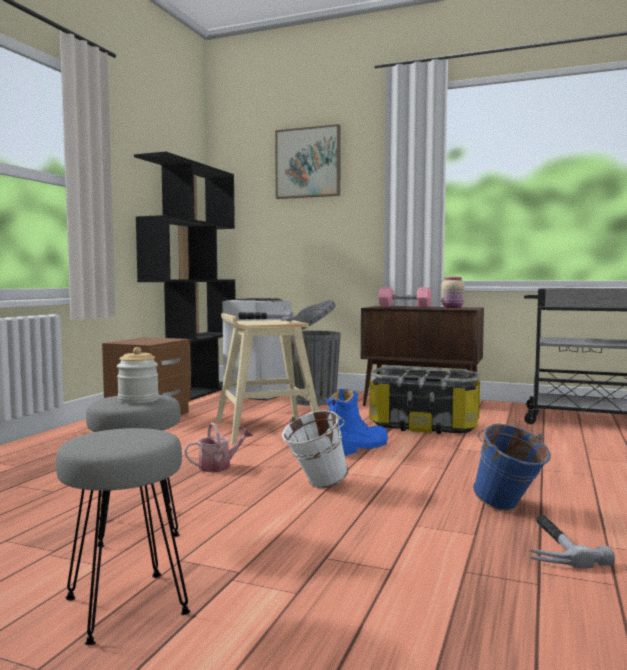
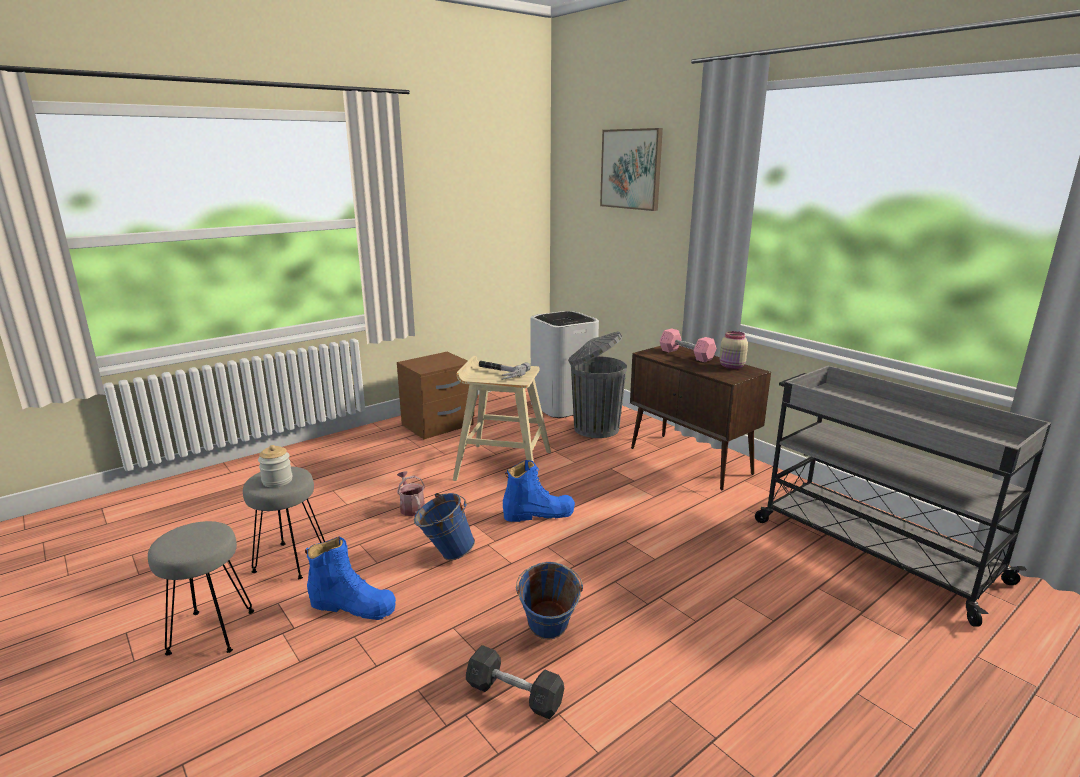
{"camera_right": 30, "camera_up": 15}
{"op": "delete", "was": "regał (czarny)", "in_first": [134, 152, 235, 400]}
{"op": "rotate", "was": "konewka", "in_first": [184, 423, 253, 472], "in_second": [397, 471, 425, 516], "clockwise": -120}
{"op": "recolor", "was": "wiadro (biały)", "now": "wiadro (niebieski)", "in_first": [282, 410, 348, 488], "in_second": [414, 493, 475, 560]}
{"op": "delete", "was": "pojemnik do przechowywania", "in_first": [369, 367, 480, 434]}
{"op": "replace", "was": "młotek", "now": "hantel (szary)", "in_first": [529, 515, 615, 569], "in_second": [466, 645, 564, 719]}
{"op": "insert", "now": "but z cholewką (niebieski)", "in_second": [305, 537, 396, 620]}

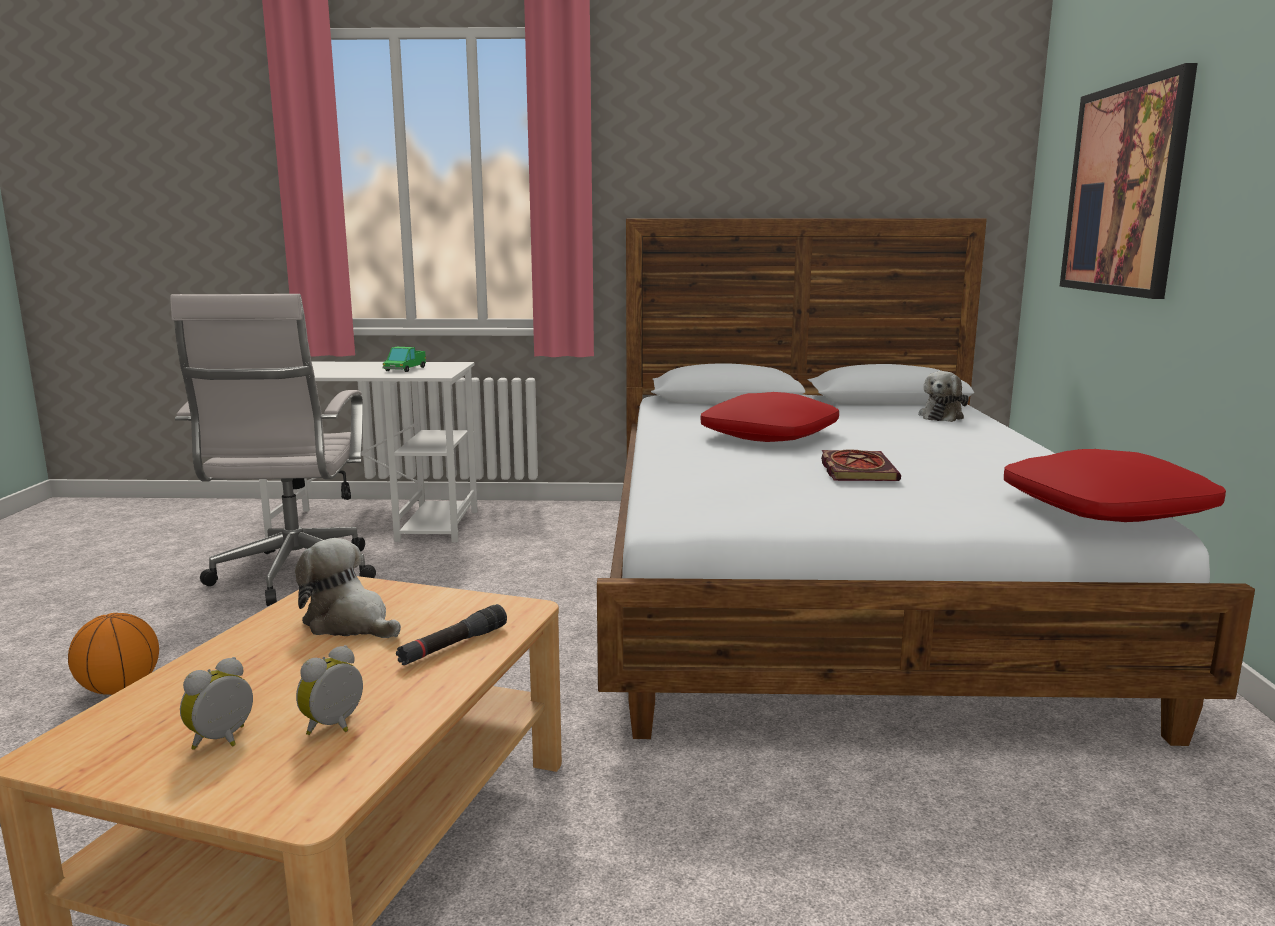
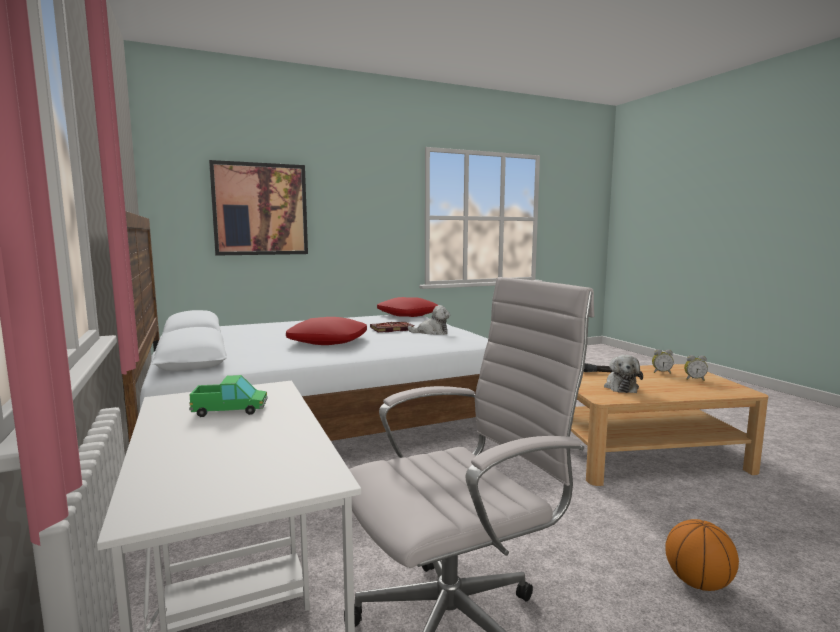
{"camera_right": -115, "camera_up": -5}
{"op": "move", "was": "pluszak", "in_first": [918, 371, 969, 422], "in_second": [408, 305, 450, 335]}

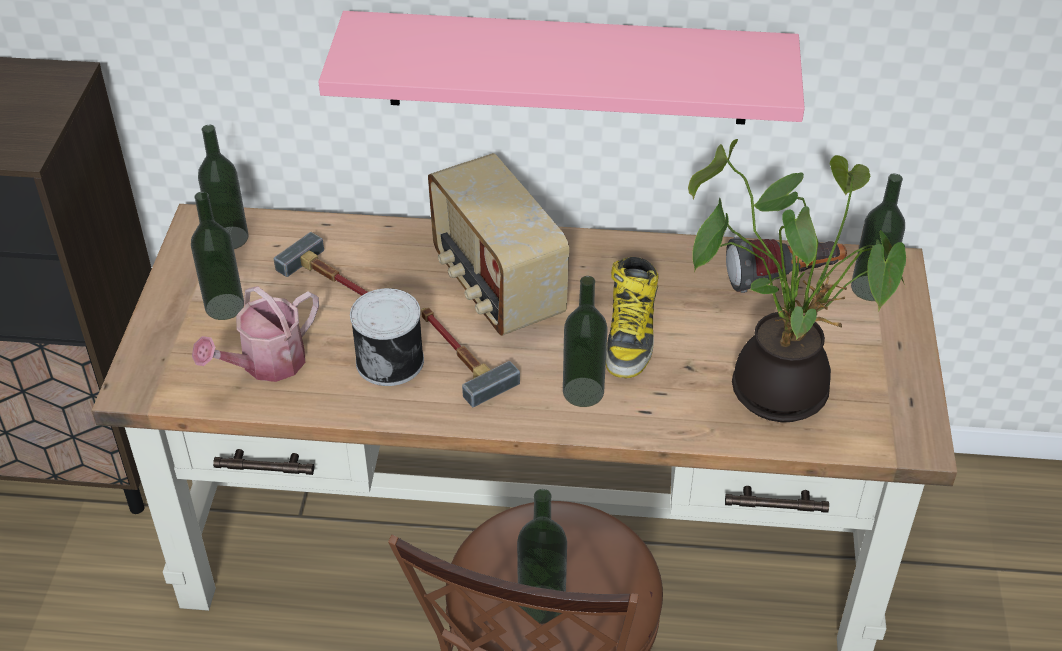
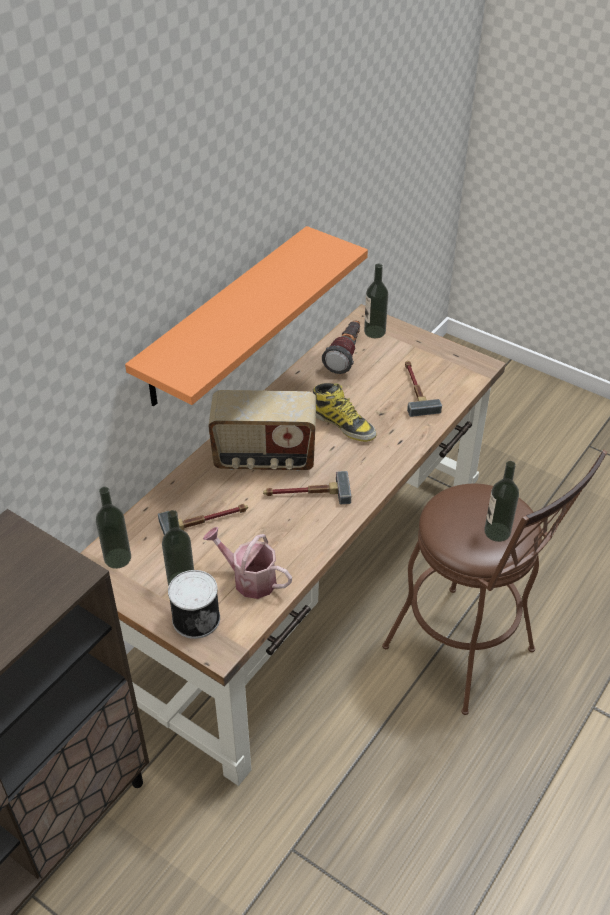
{"camera_right": -60, "camera_up": 0}
{"op": "rotate", "was": "konewka", "in_first": [192, 286, 319, 382], "in_second": [203, 527, 292, 599], "clockwise": 135}
{"op": "recolor", "was": "półka (różowy)", "now": "półka (pomarańczowy)", "in_first": [319, 11, 805, 125], "in_second": [125, 226, 368, 407]}
{"op": "move", "was": "puszka", "in_first": [350, 288, 424, 386], "in_second": [168, 570, 220, 639]}
{"op": "delete", "was": "butelka", "in_first": [563, 276, 608, 407]}
{"op": "replace", "was": "roślina doniczkowa", "now": "młotek", "in_first": [688, 139, 906, 422], "in_second": [405, 361, 442, 417]}

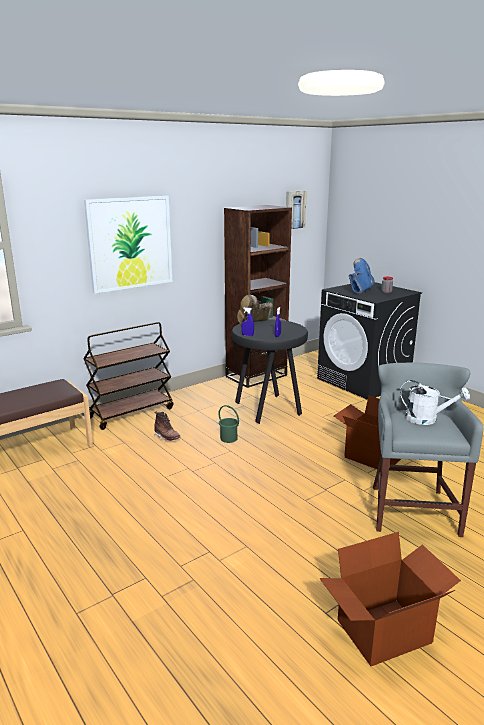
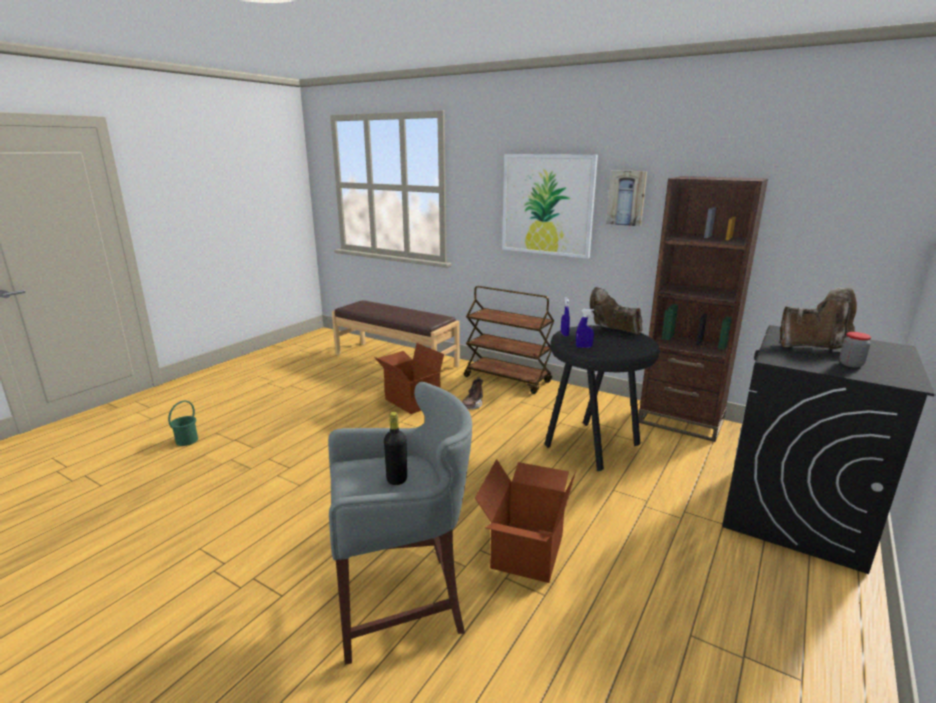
{"camera_right": 70, "camera_up": 0}
{"op": "move", "was": "wiadro (zielony)", "in_first": [219, 405, 239, 443], "in_second": [168, 400, 198, 446]}
{"op": "move", "was": "obraz", "in_first": [286, 190, 307, 229], "in_second": [606, 170, 647, 226]}
{"op": "move", "was": "karton", "in_first": [319, 532, 461, 666], "in_second": [375, 343, 449, 414]}
{"op": "recolor", "was": "but z cholewką (niebieski)", "now": "but z cholewką (brązowy)", "in_first": [349, 258, 375, 295], "in_second": [780, 287, 857, 349]}
{"op": "replace", "was": "konewka (biały)", "now": "butelka (czarny)", "in_first": [400, 380, 470, 425], "in_second": [384, 412, 407, 485]}

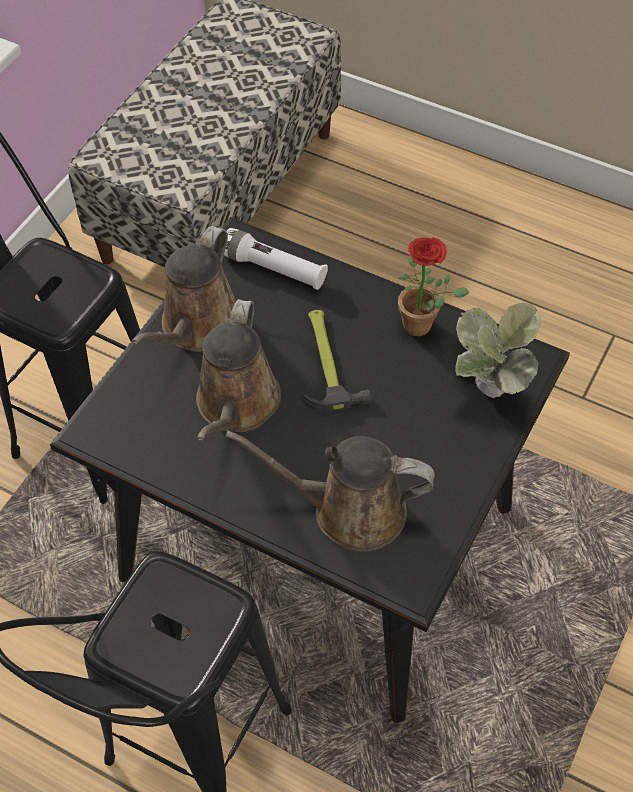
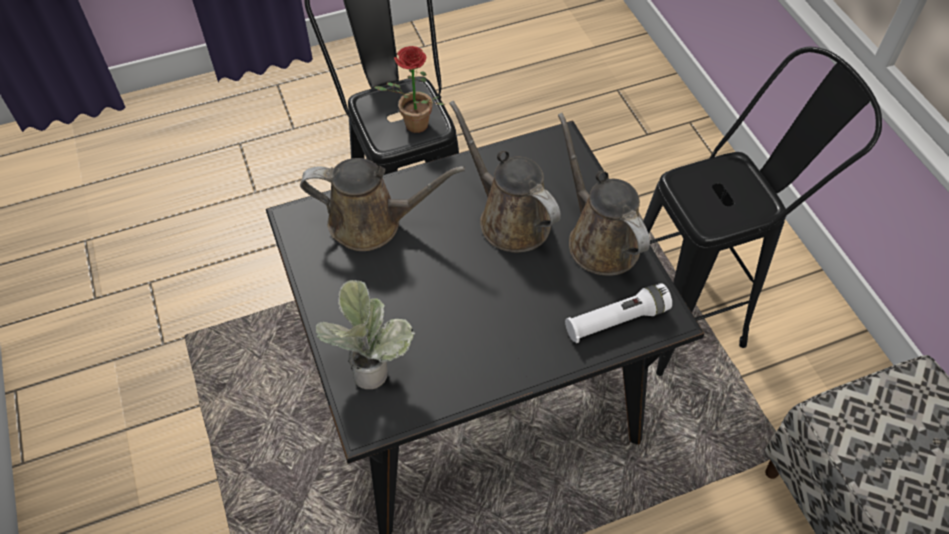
{"camera_right": 130, "camera_up": 0}
{"op": "rotate", "was": "konewka (brązowy)", "in_first": [225, 430, 435, 552], "in_second": [300, 158, 465, 251], "clockwise": 45}
{"op": "delete", "was": "młotek", "in_first": [303, 310, 371, 412]}
{"op": "move", "was": "roślina doniczkowa", "in_first": [397, 237, 469, 336], "in_second": [374, 46, 445, 133]}

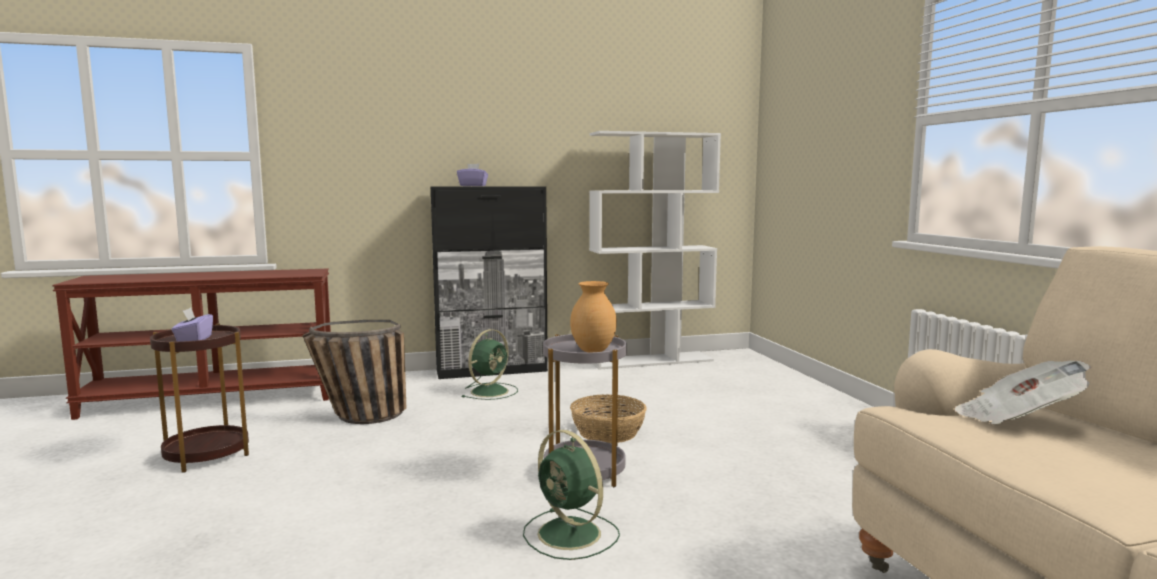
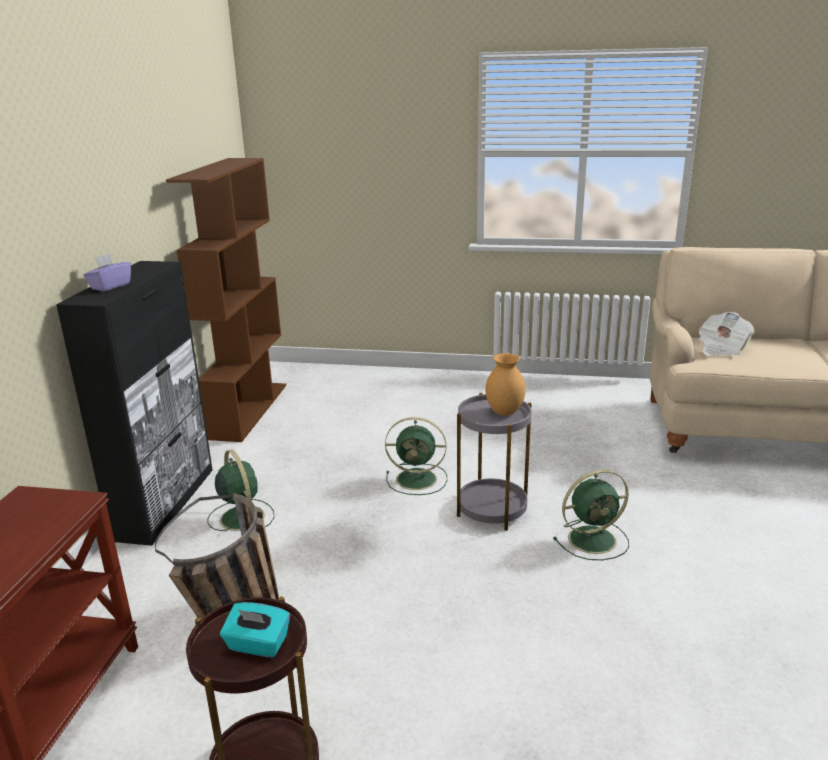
{"camera_right": -65, "camera_up": 15}
{"op": "recolor", "was": "pudełko chusteczek (fioletowy)", "now": "pudełko chusteczek (turkusowy)", "in_first": [171, 308, 213, 342], "in_second": [220, 602, 290, 658]}
{"op": "replace", "was": "koszyk", "now": "wentylator (zielony)", "in_first": [570, 395, 647, 443], "in_second": [385, 417, 447, 495]}
{"op": "recolor", "was": "regał (biały)", "now": "regał (brązowy)", "in_first": [589, 131, 721, 370], "in_second": [166, 158, 286, 442]}

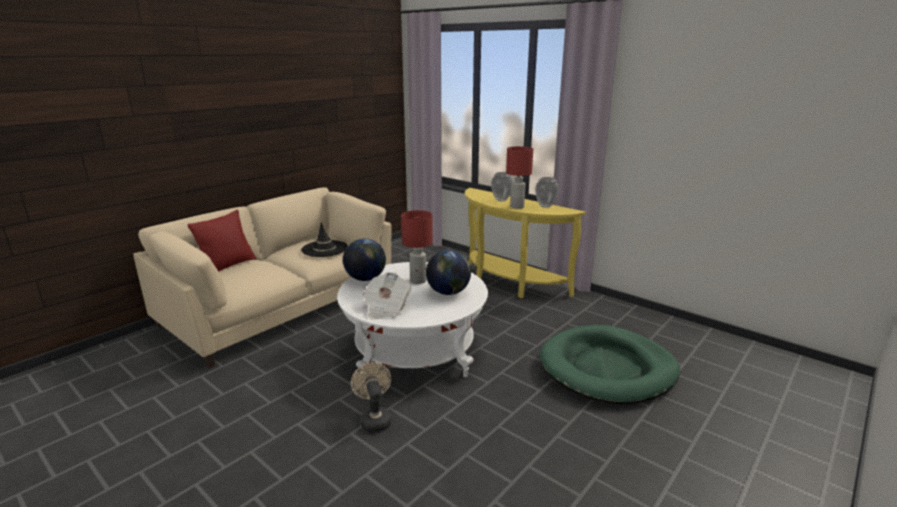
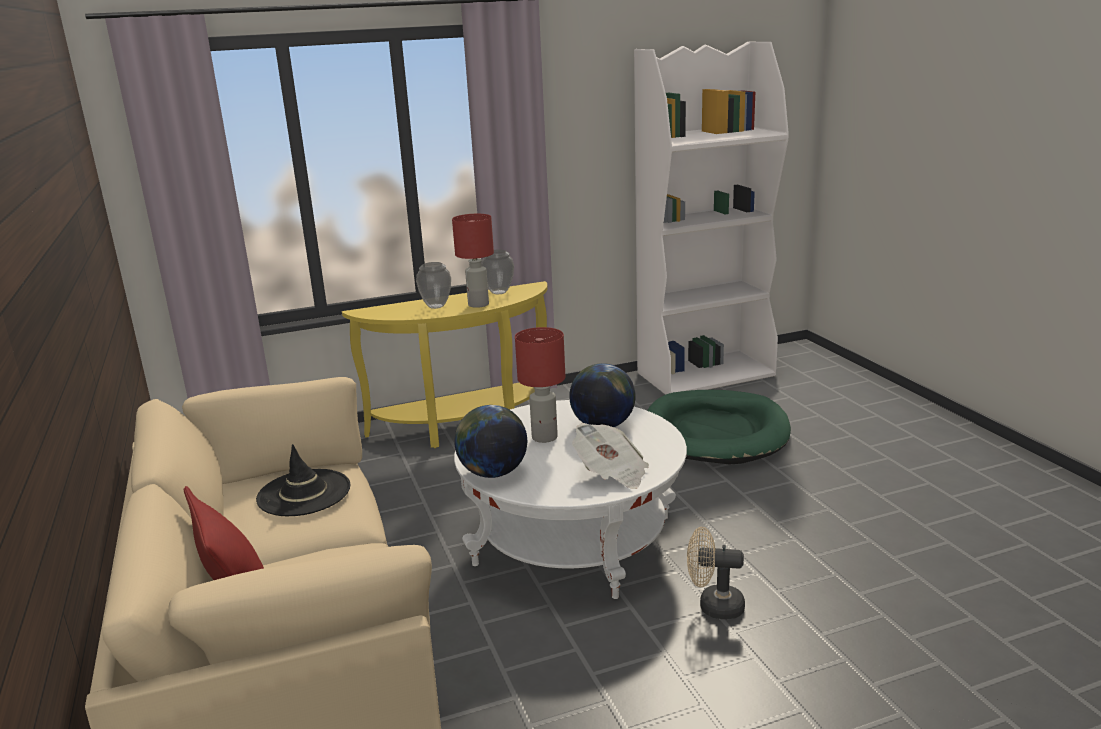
{"camera_right": -60, "camera_up": 0}
{"op": "insert", "now": "regał (biały)", "in_second": [634, 42, 789, 395]}

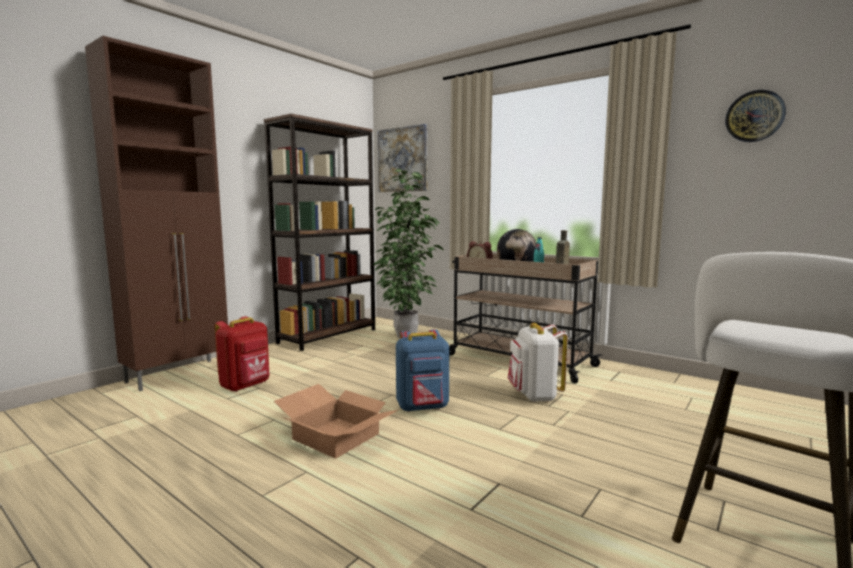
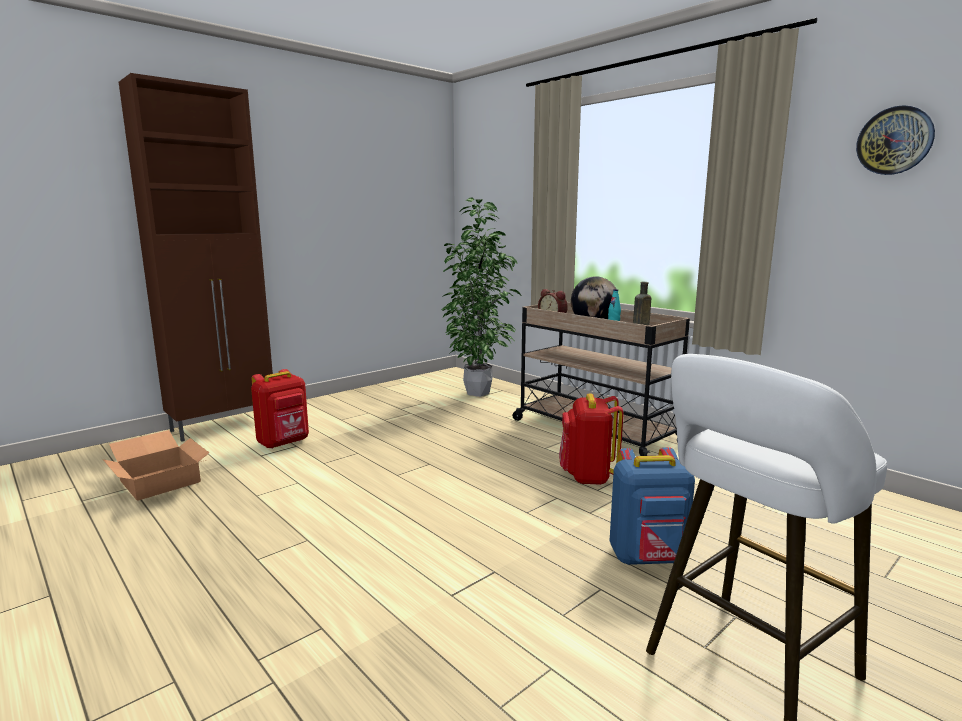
{"camera_right": 10, "camera_up": 5}
{"op": "delete", "was": "regał (brązowy)", "in_first": [264, 114, 375, 351]}
{"op": "move", "was": "karton", "in_first": [274, 384, 400, 458], "in_second": [103, 430, 210, 501]}
{"op": "delete", "was": "obraz", "in_first": [378, 124, 428, 192]}
{"op": "move", "was": "plecak (niebieski)", "in_first": [396, 329, 449, 412], "in_second": [610, 447, 695, 565]}
{"op": "recolor", "was": "plecak (biały)", "now": "plecak (czerwony)", "in_first": [508, 323, 568, 402], "in_second": [559, 393, 624, 485]}

